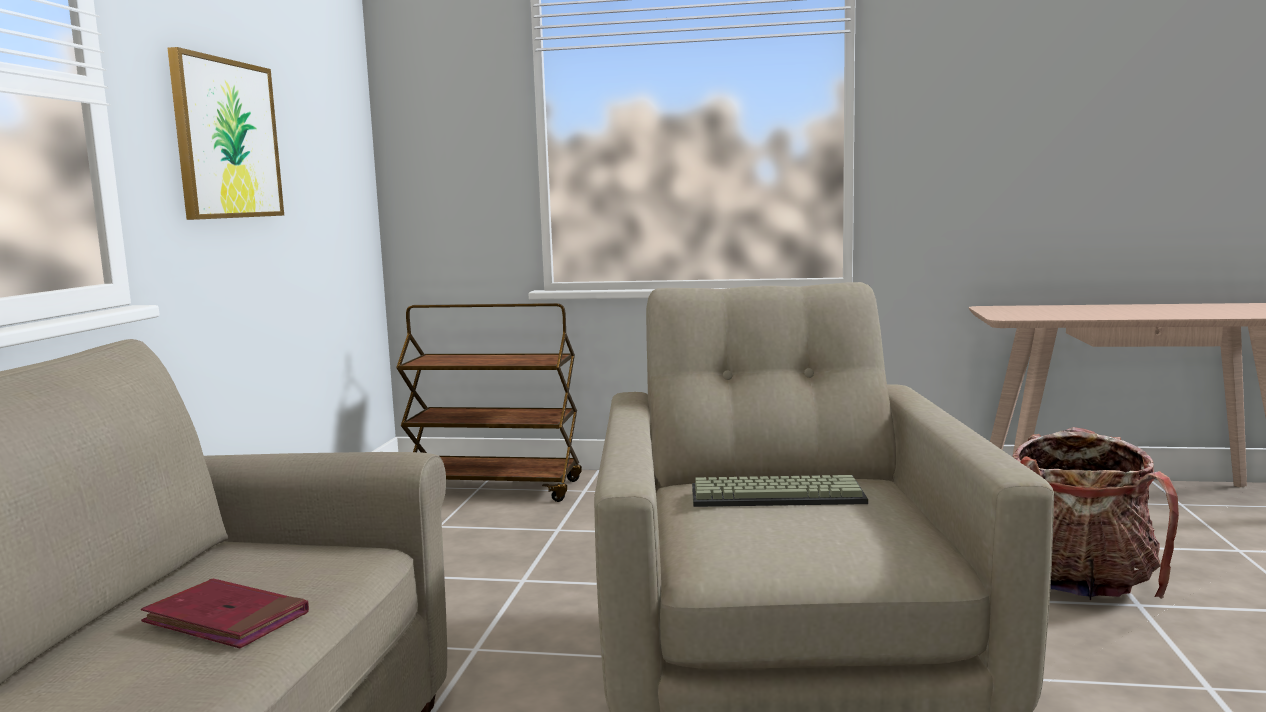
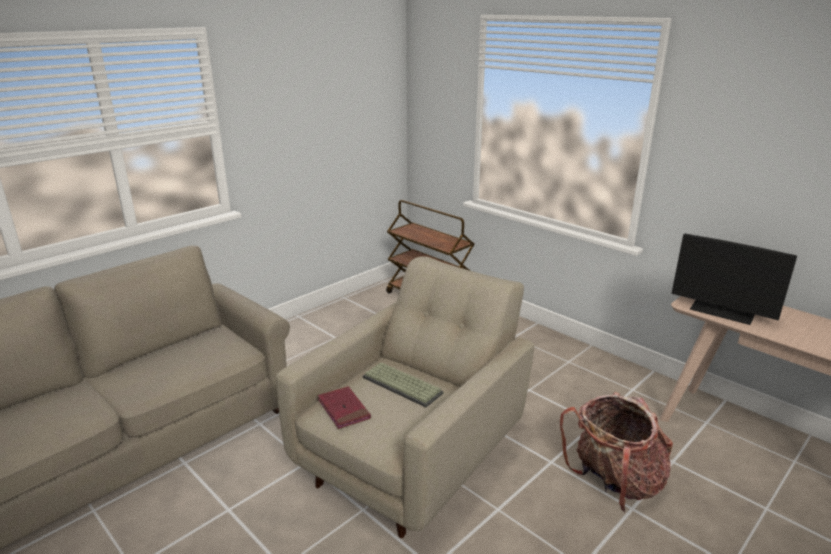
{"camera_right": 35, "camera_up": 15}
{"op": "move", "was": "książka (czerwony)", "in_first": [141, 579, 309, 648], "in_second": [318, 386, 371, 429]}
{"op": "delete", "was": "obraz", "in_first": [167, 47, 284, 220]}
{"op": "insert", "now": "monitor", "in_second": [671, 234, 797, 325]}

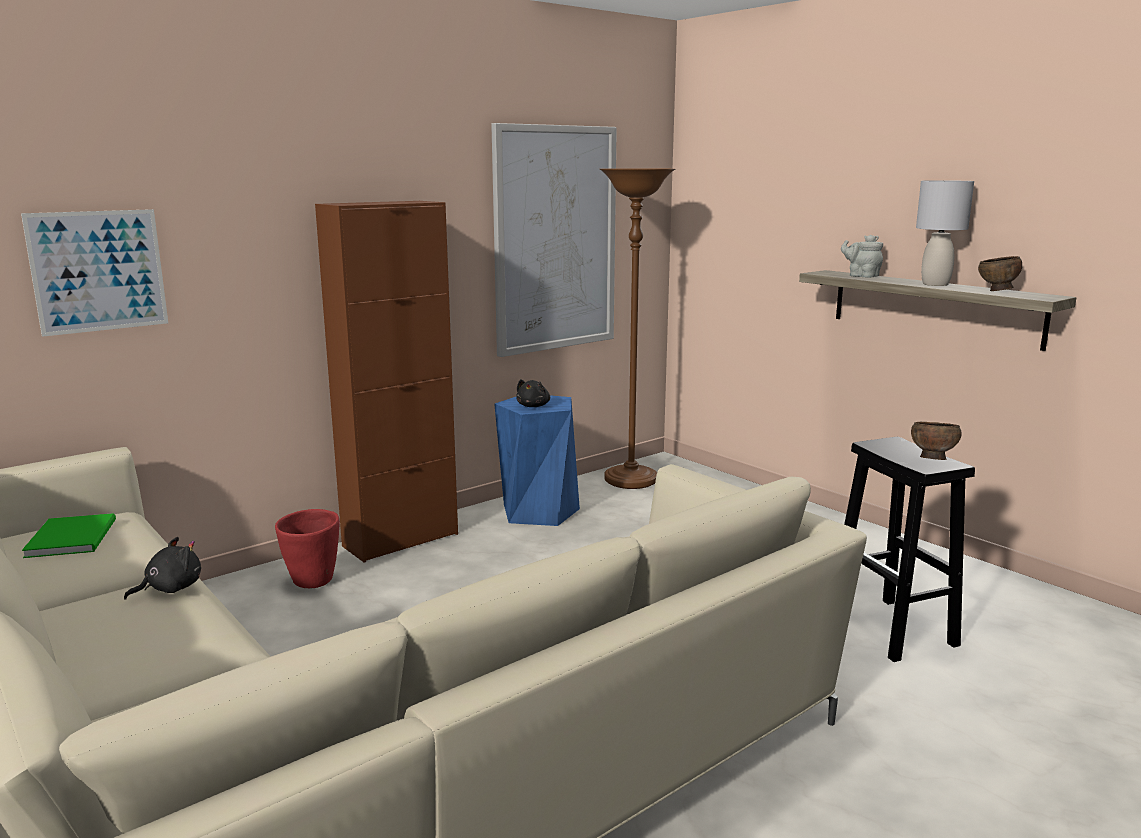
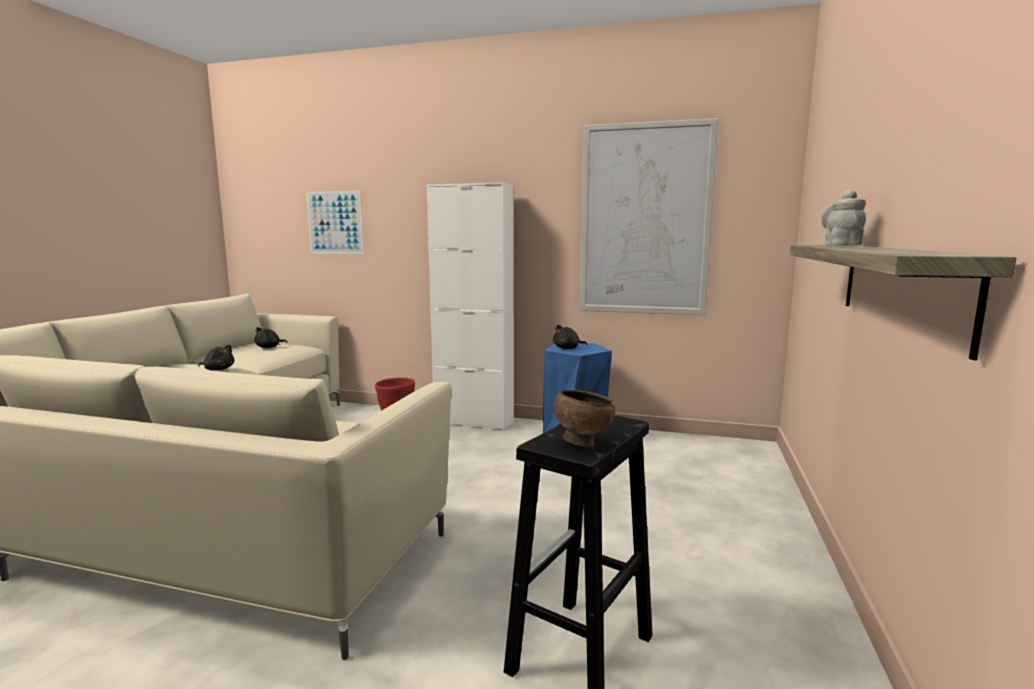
{"camera_right": 55, "camera_up": -5}
{"op": "replace", "was": "książka (zielony)", "now": "pluszak (czarny)", "in_first": [22, 513, 116, 558], "in_second": [254, 327, 287, 348]}
{"op": "recolor", "was": "szafka (brązowy)", "now": "szafka (biały)", "in_first": [315, 201, 458, 562], "in_second": [427, 183, 514, 431]}
{"op": "delete", "was": "lampa stojąca (brązowy)", "in_first": [600, 168, 675, 489]}
{"op": "delete", "was": "lampa stołowa (szary)", "in_first": [916, 180, 974, 286]}
{"op": "delete", "was": "miska (brązowy)", "in_first": [978, 256, 1022, 291]}

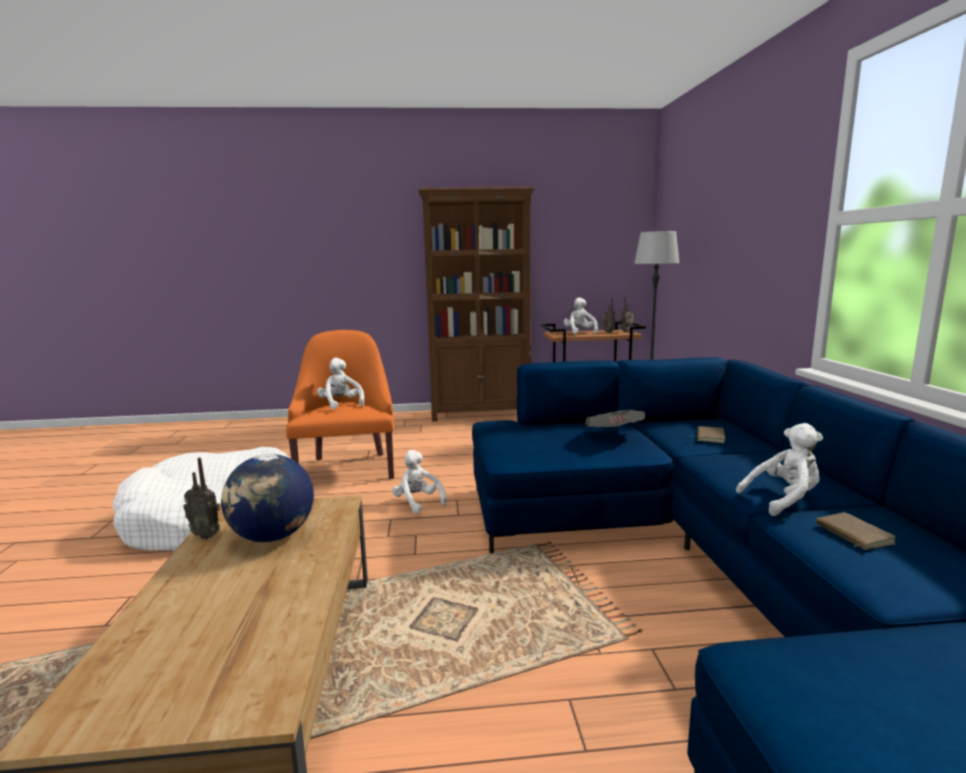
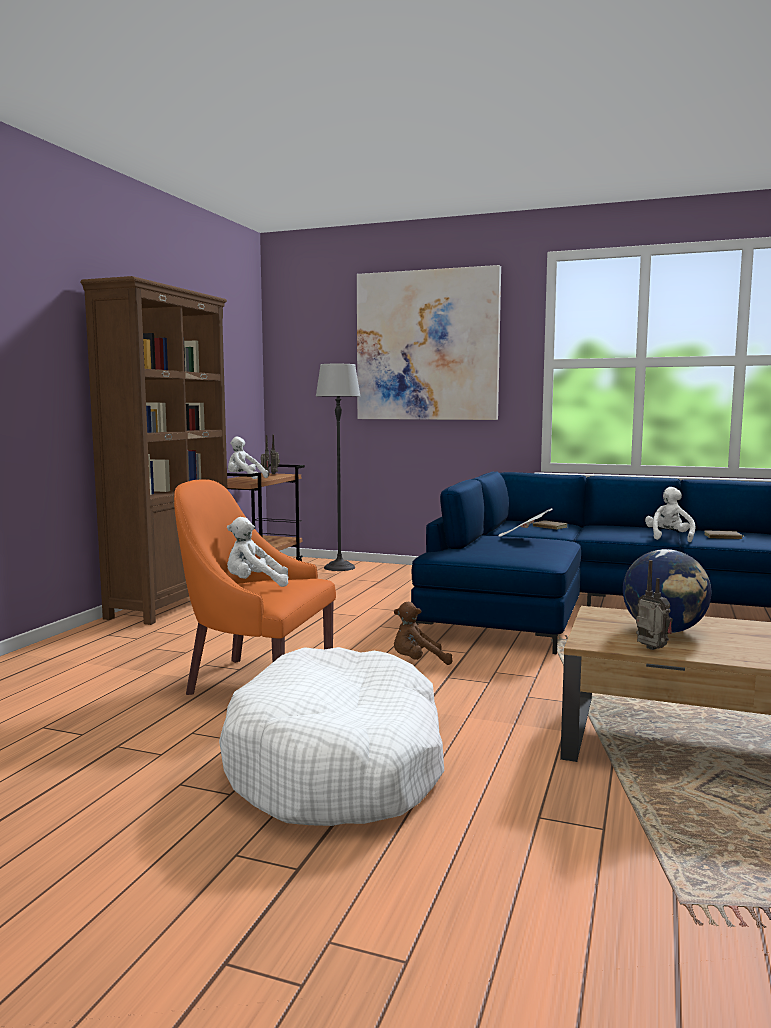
{"camera_right": -65, "camera_up": -5}
{"op": "rotate", "was": "radio", "in_first": [183, 457, 220, 539], "in_second": [636, 560, 673, 650], "clockwise": -75}
{"op": "recolor", "was": "pluszak (biały)", "now": "pluszak (brązowy)", "in_first": [392, 450, 447, 514], "in_second": [394, 602, 453, 665]}
{"op": "insert", "now": "obraz", "in_second": [357, 265, 501, 420]}

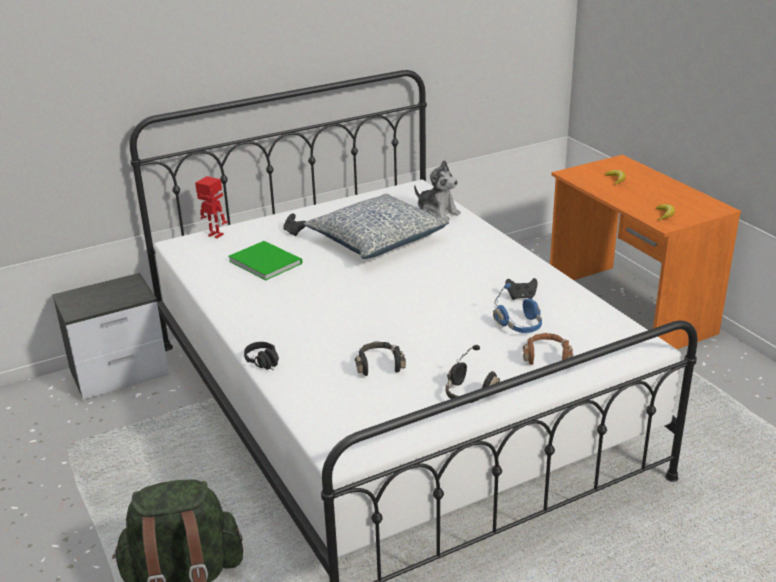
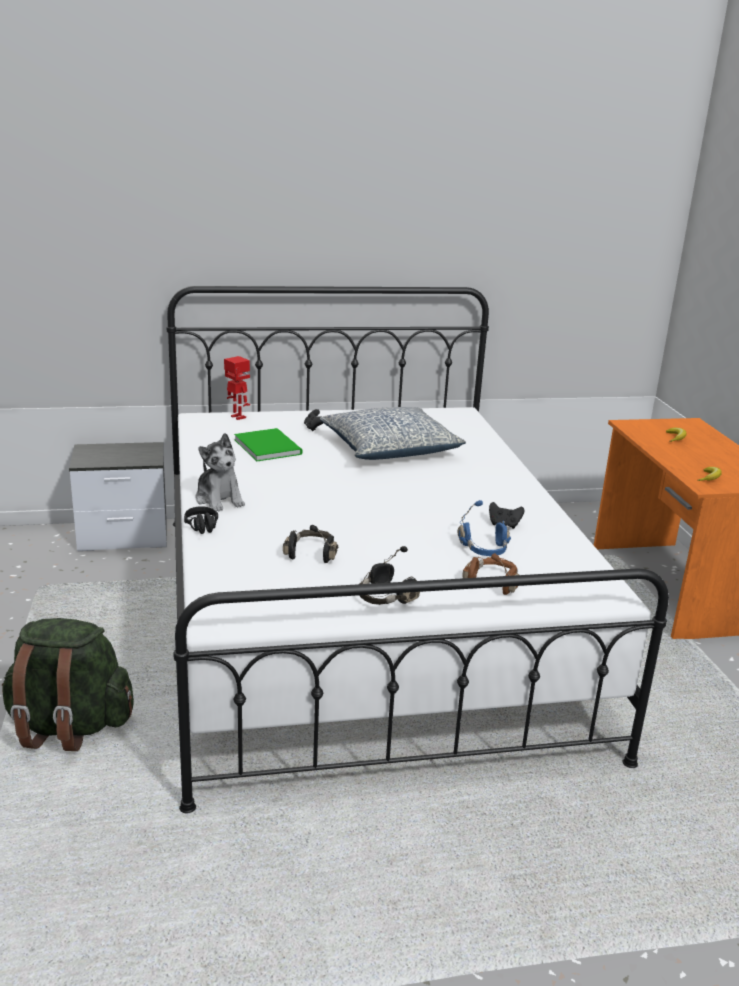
{"camera_right": 15, "camera_up": -5}
{"op": "move", "was": "pluszak", "in_first": [414, 160, 461, 221], "in_second": [196, 433, 245, 511]}

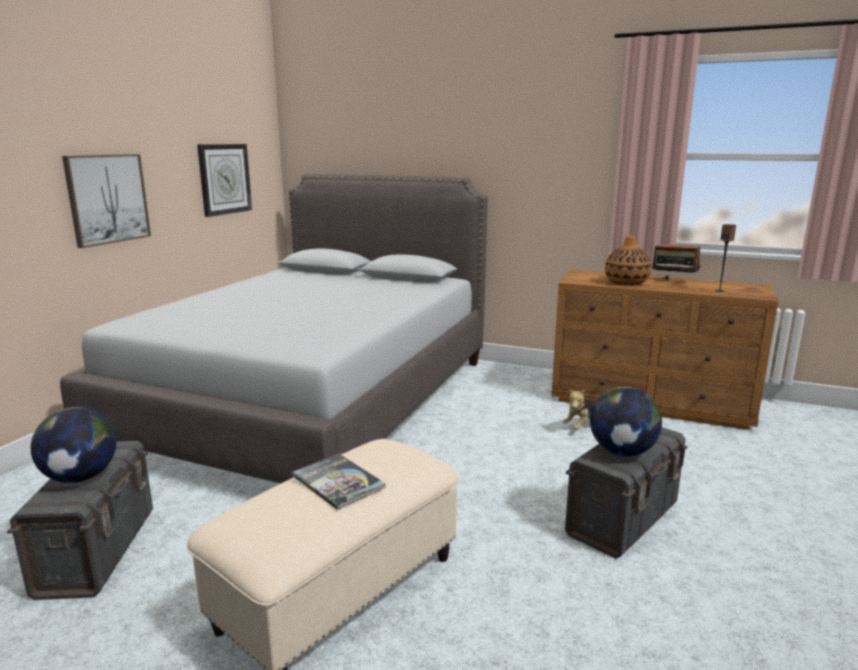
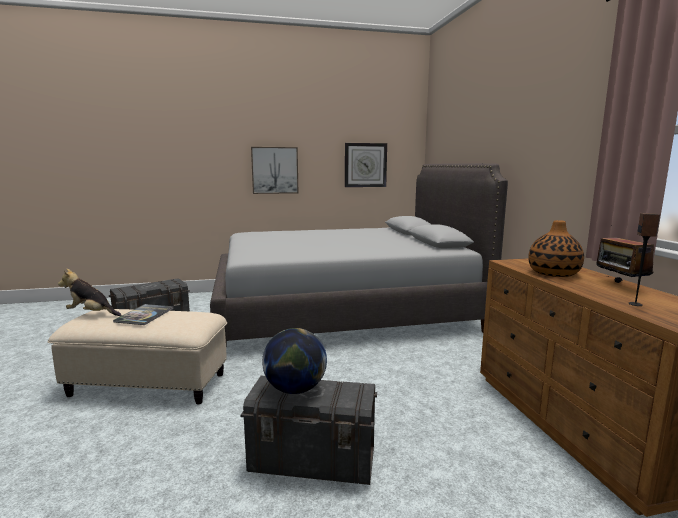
{"camera_right": 55, "camera_up": -5}
{"op": "delete", "was": "globus", "in_first": [31, 407, 117, 483]}
{"op": "move", "was": "pluszak", "in_first": [562, 389, 595, 430], "in_second": [58, 269, 121, 316]}

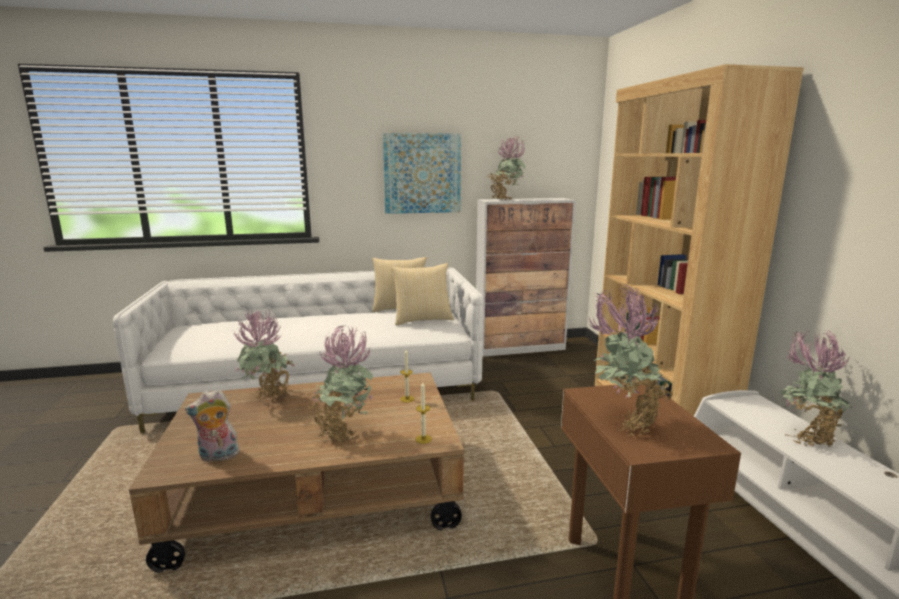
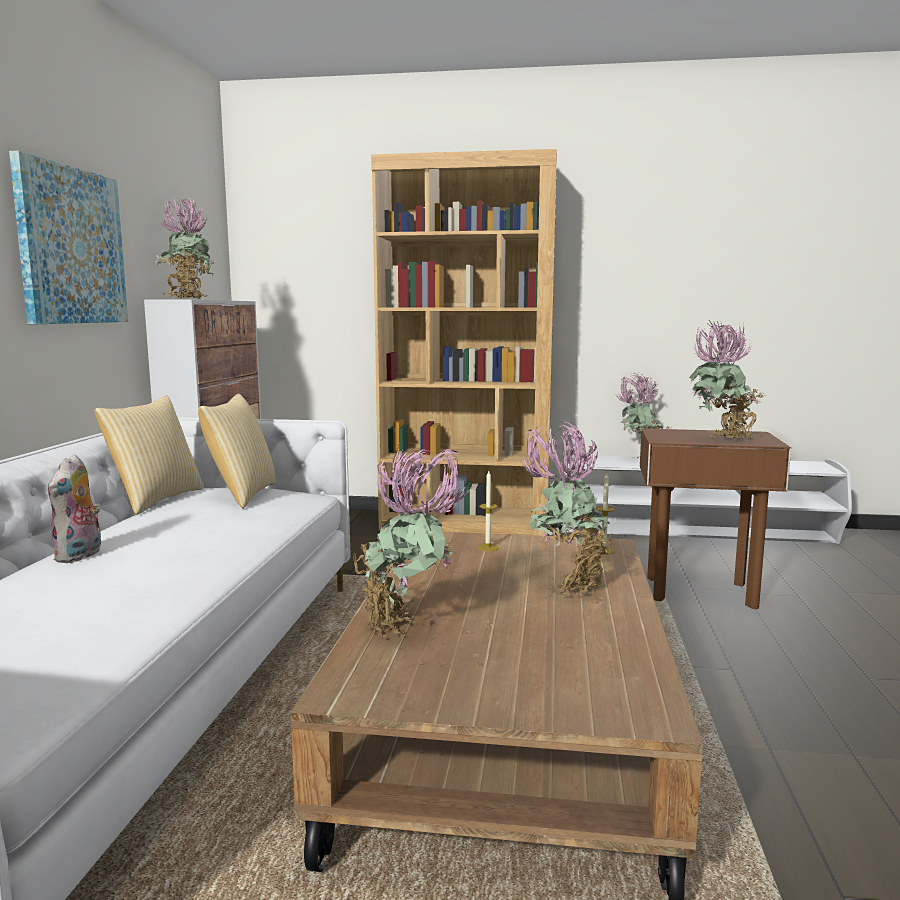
{"camera_right": -70, "camera_up": -5}
{"op": "move", "was": "pluszak", "in_first": [185, 389, 241, 462], "in_second": [48, 454, 101, 563]}

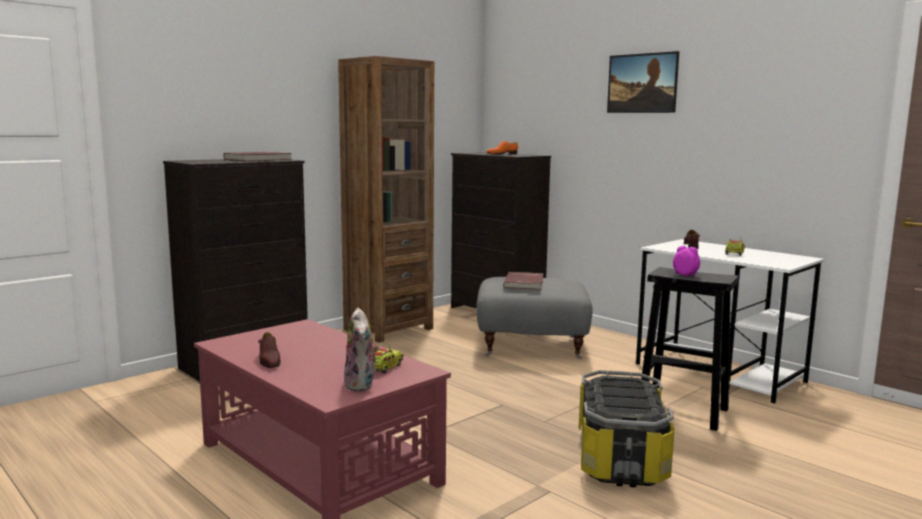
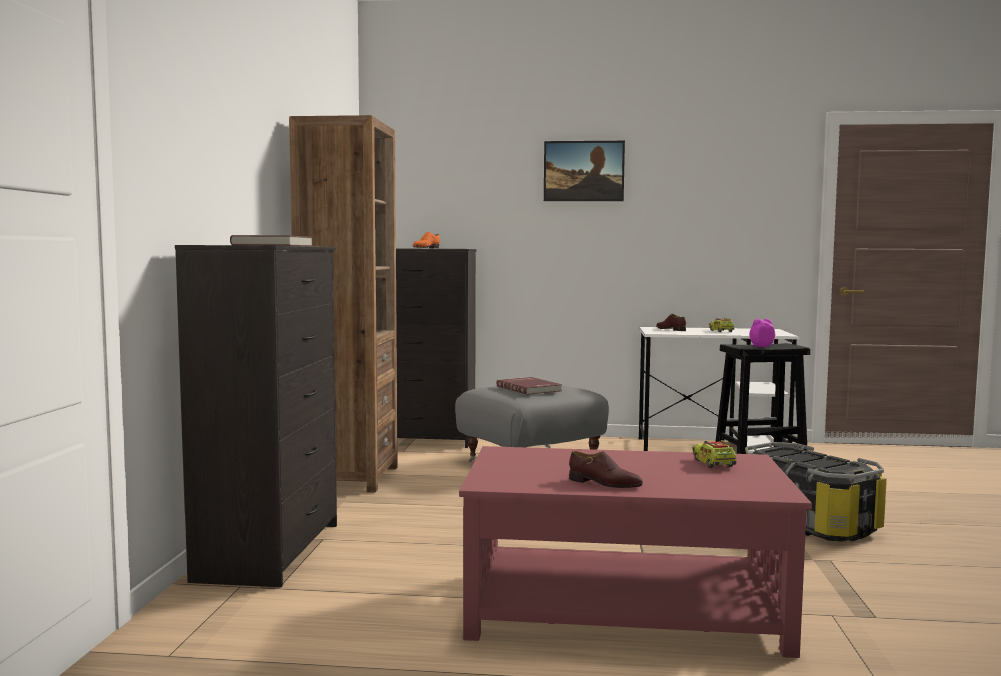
{"camera_right": -40, "camera_up": -5}
{"op": "delete", "was": "pluszak", "in_first": [344, 308, 379, 392]}

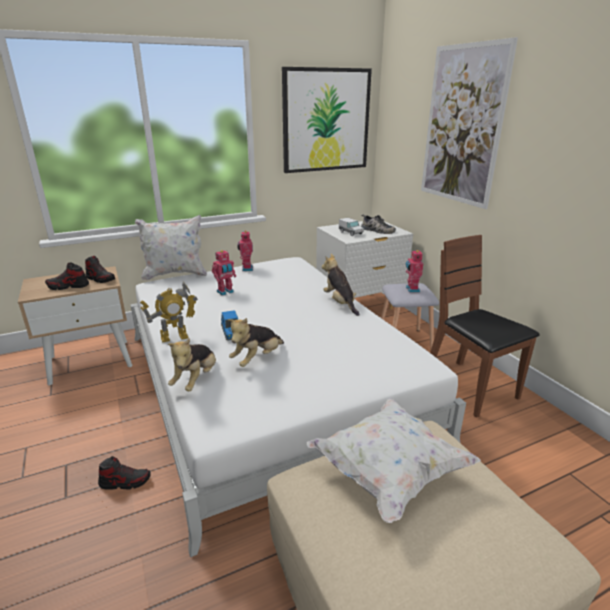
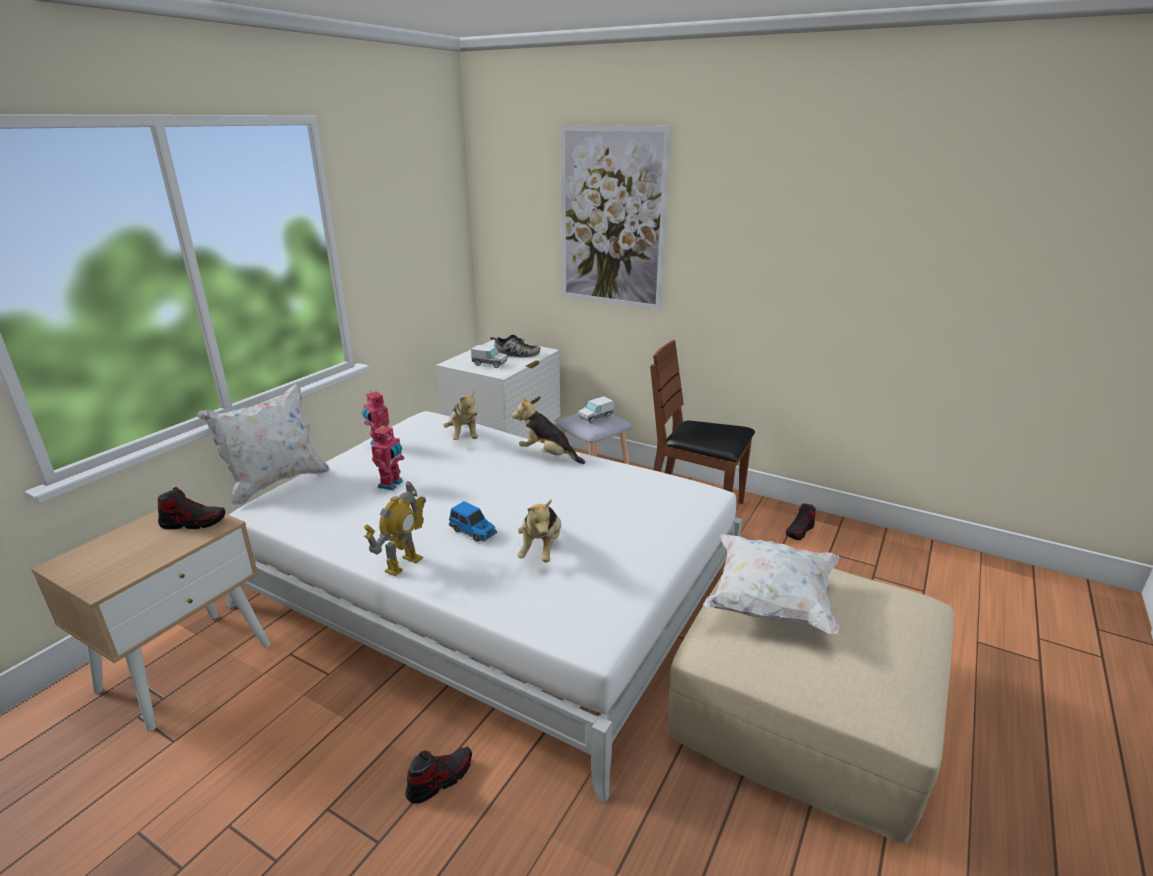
{"camera_right": -35, "camera_up": 0}
{"op": "move", "was": "but", "in_first": [45, 263, 89, 290], "in_second": [786, 503, 816, 540]}
{"op": "move", "was": "pluszak", "in_first": [168, 338, 216, 391], "in_second": [443, 390, 478, 440]}
{"op": "delete", "was": "obraz", "in_first": [282, 67, 372, 173]}
{"op": "replace", "was": "robot zabawkowy", "now": "ciężarówka zabawkowa", "in_first": [406, 250, 423, 292], "in_second": [578, 396, 614, 423]}

